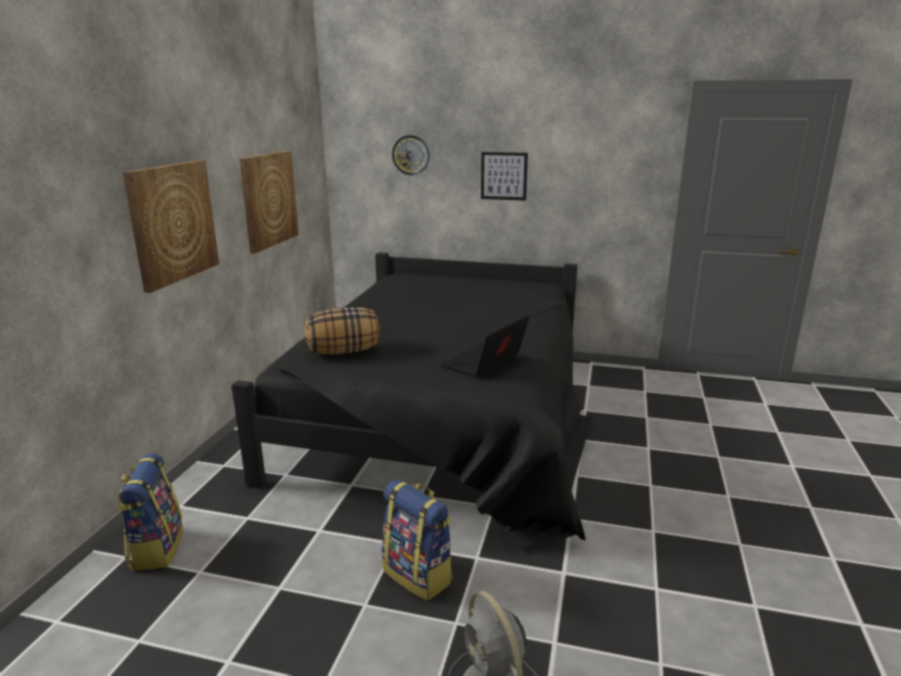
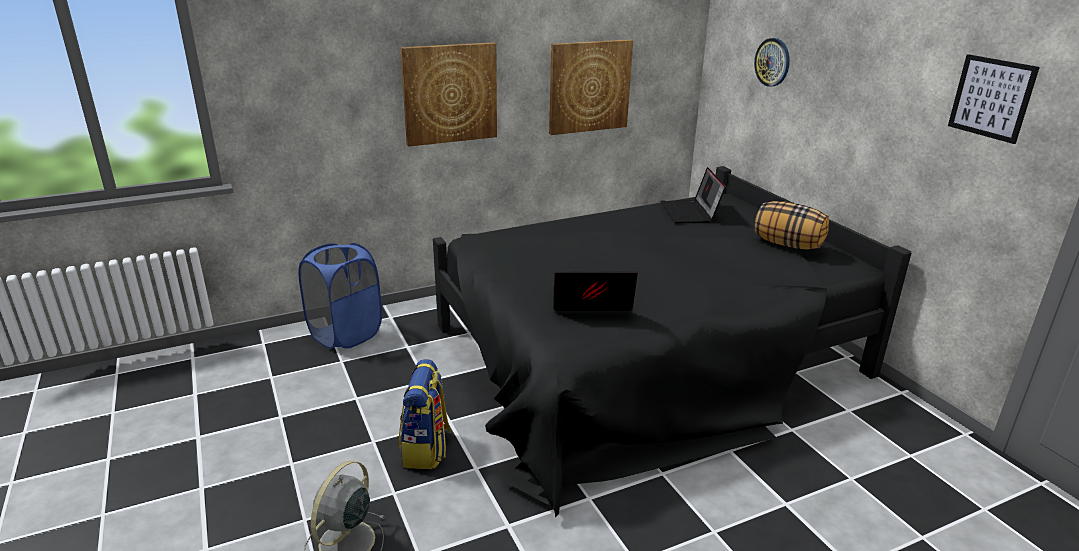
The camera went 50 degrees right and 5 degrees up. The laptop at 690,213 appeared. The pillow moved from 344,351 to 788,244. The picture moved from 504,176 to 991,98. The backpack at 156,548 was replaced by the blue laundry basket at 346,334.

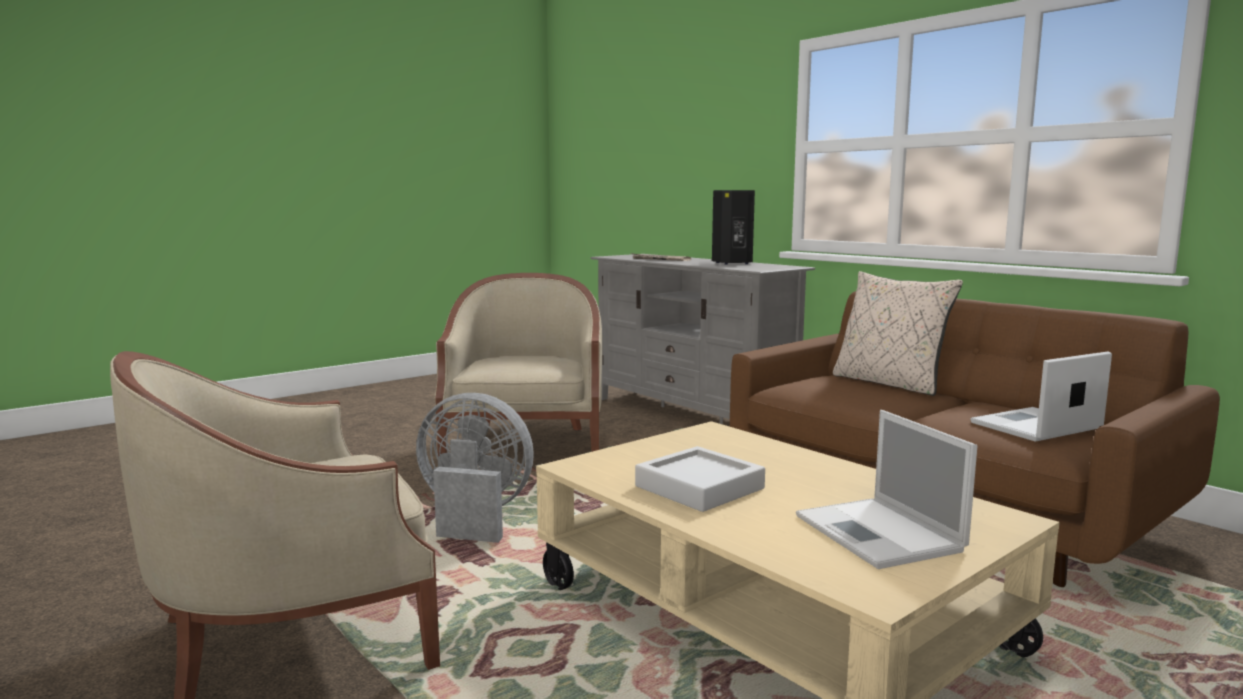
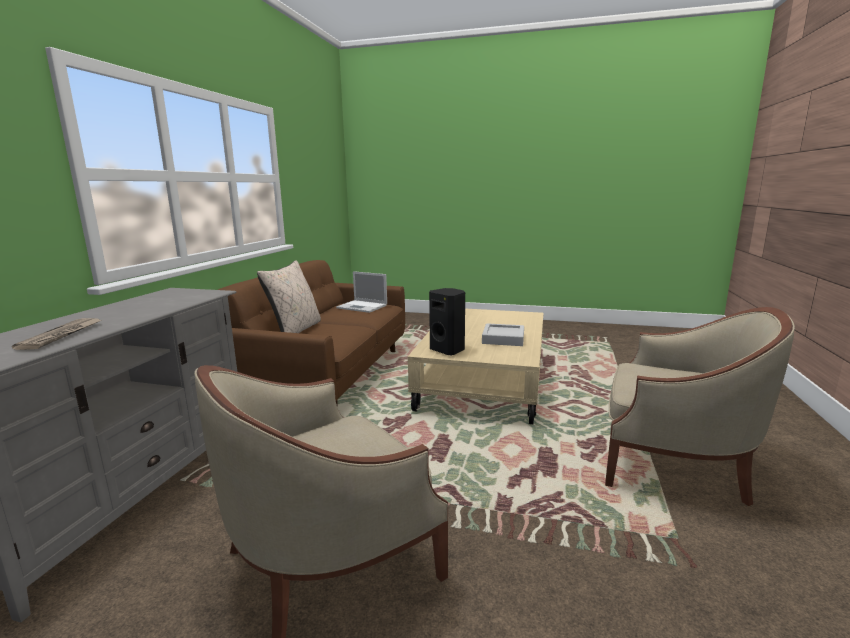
The camera went 125 degrees left and 5 degrees up. The grey fan at 474,516 disappeared. The laptop at 880,534 disappeared. The black speaker moved from 733,263 to 448,350.

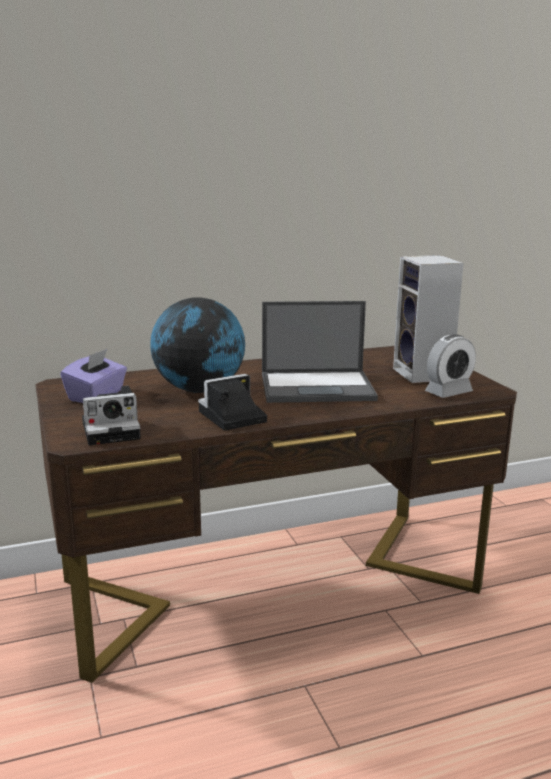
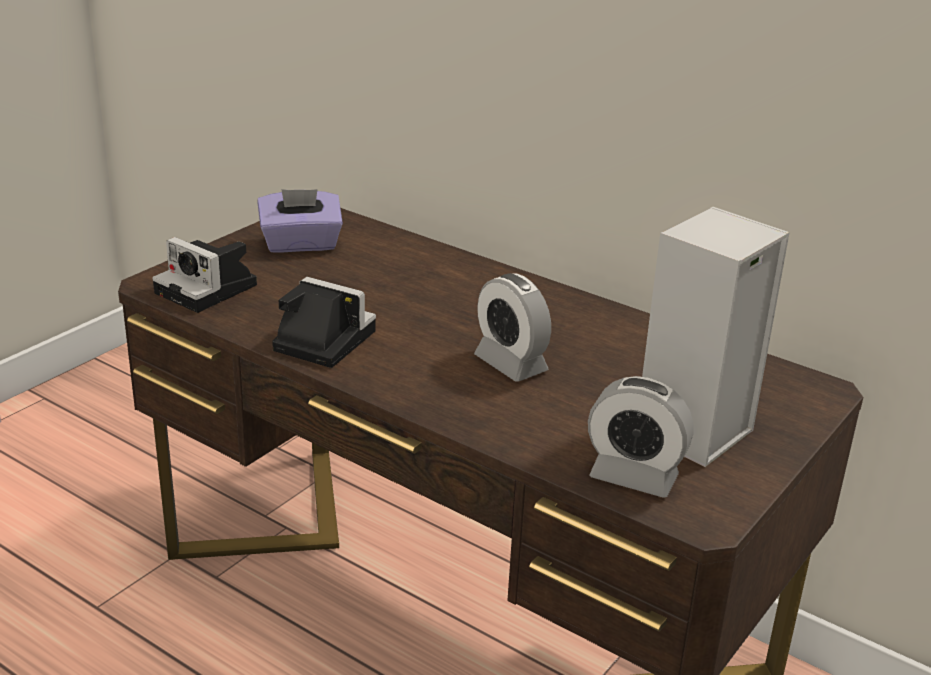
The camera went 55 degrees right and 10 degrees up. The globe at 199,390 disappeared. The laptop at 318,387 was replaced by the alarm clock at 510,364.

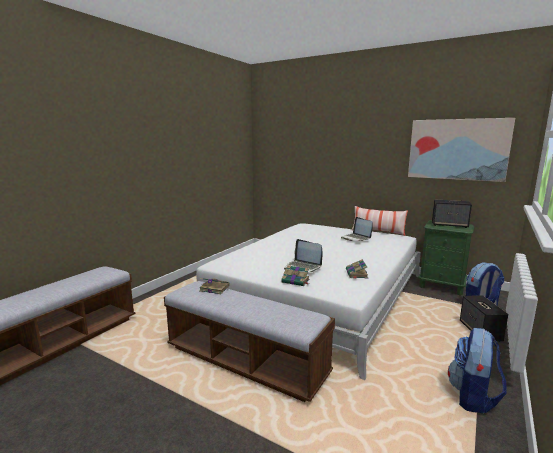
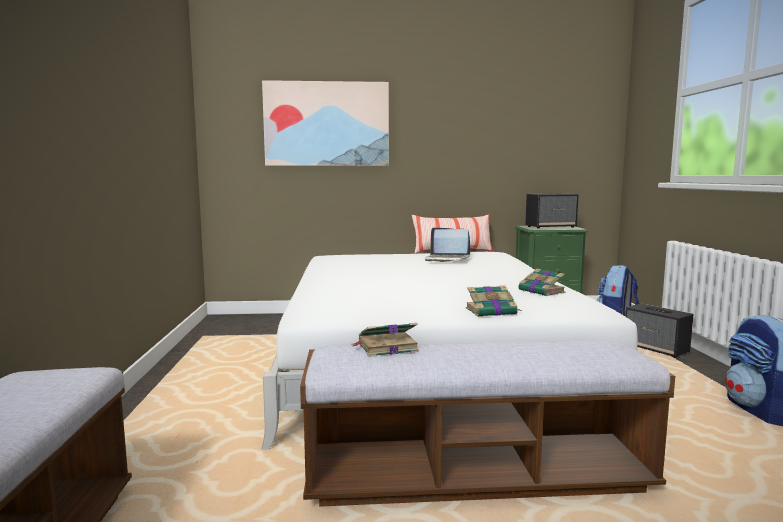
The camera went 35 degrees left and 5 degrees down. The laptop at 302,267 disappeared. The picture moved from 457,149 to 326,124.

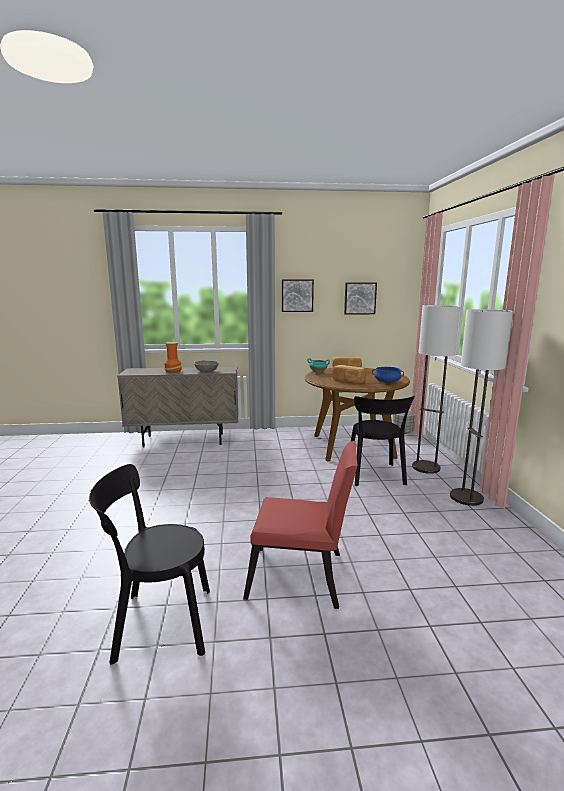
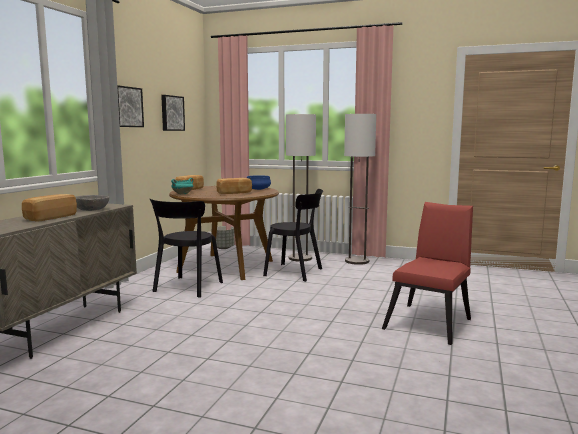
The camera went 65 degrees left and 5 degrees down. The black chair moved from 158,623 to 187,288. The vase at 173,371 was replaced by the bread at 50,217.

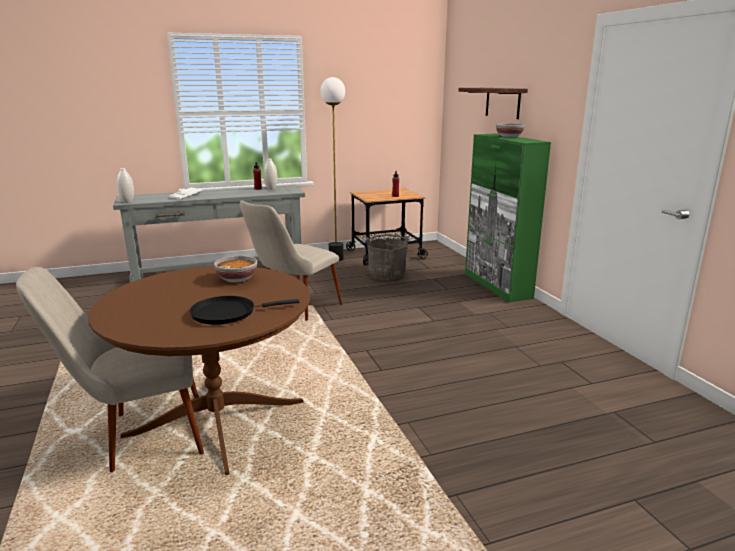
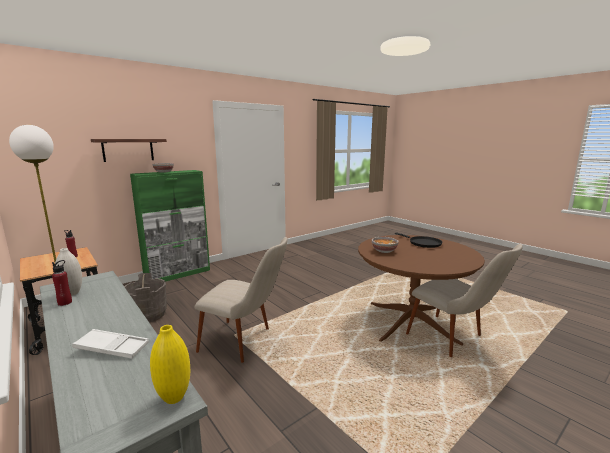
The camera went 110 degrees left and 5 degrees down. The white vase at 127,202 became the yellow vase at 174,397.

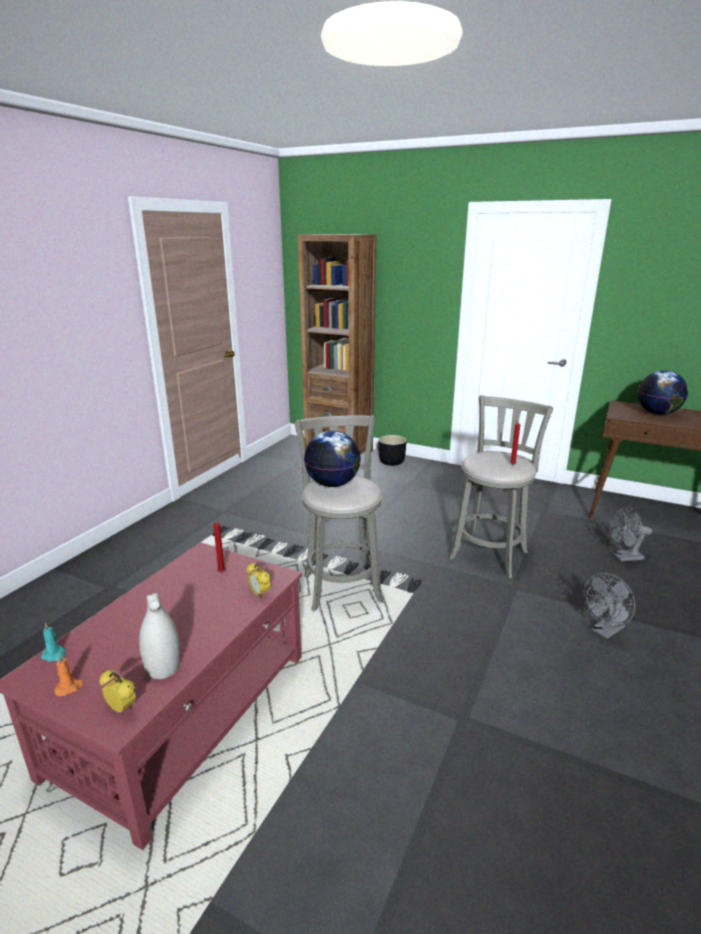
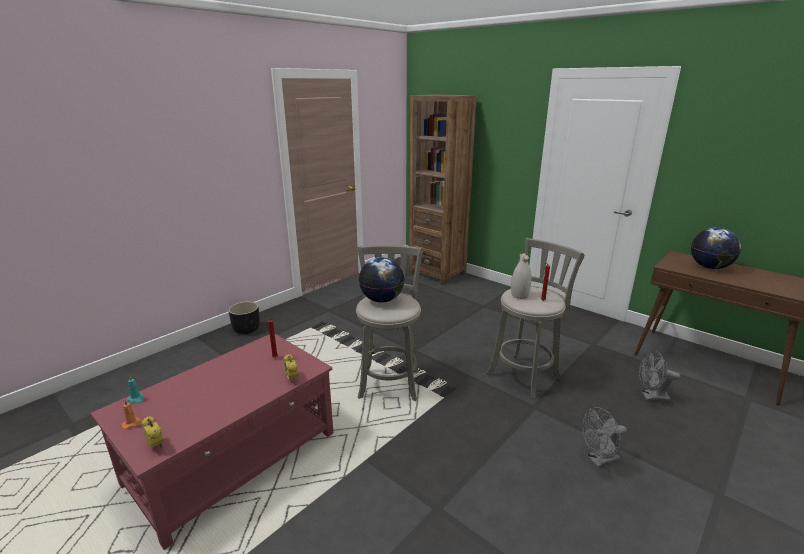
The camera went 15 degrees right and 0 degrees up. The white vase moved from 163,667 to 519,295. The black planter moved from 392,462 to 247,329.

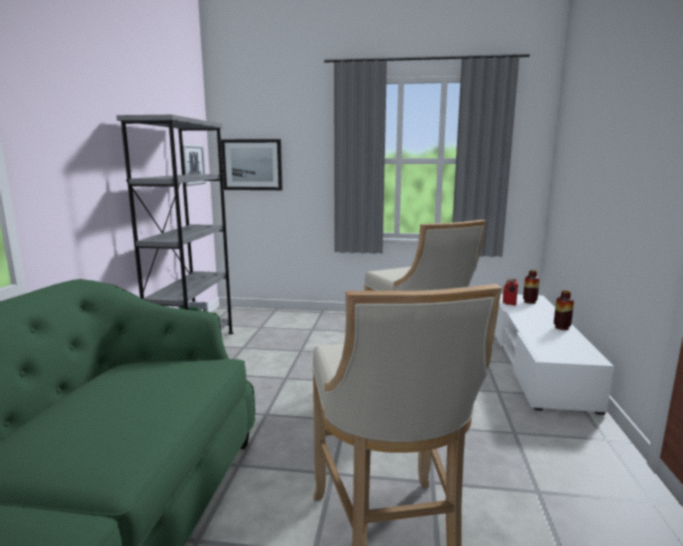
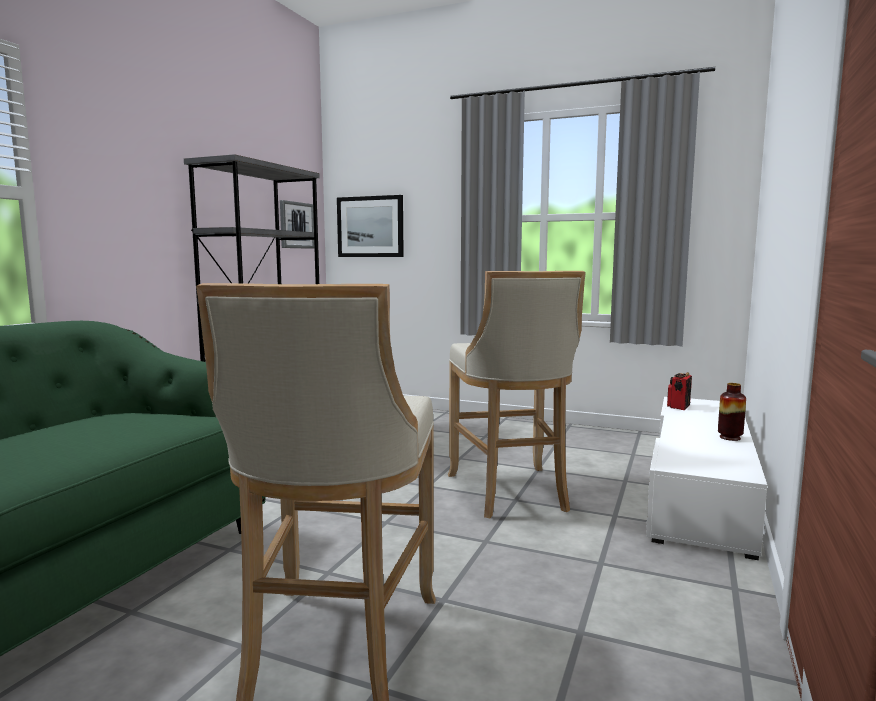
The camera went 15 degrees right and 5 degrees down. The vase at 529,302 disappeared.

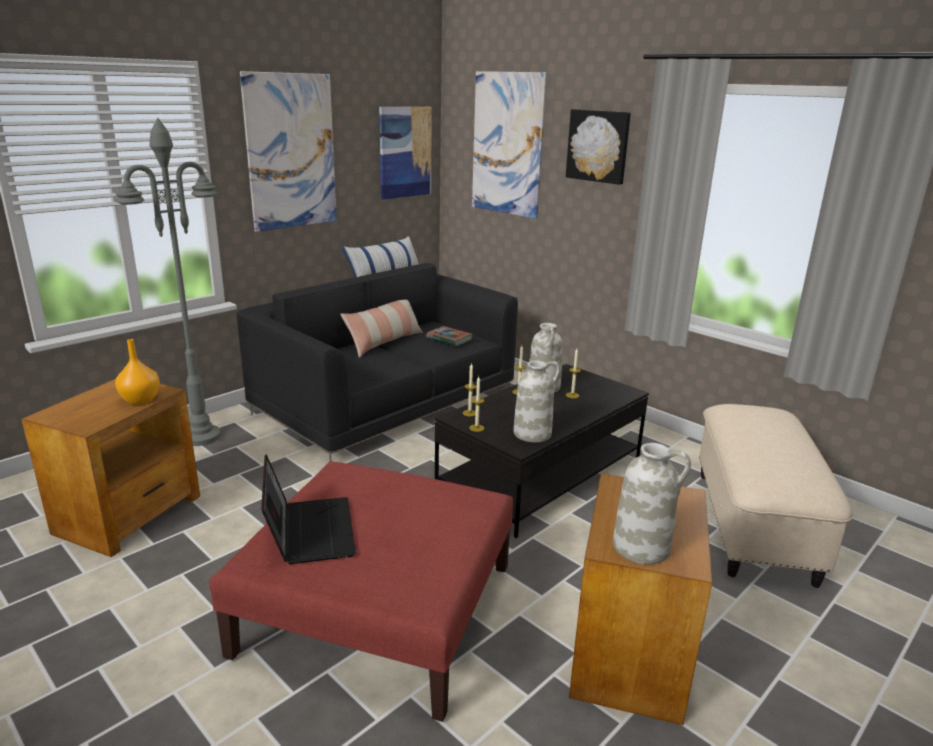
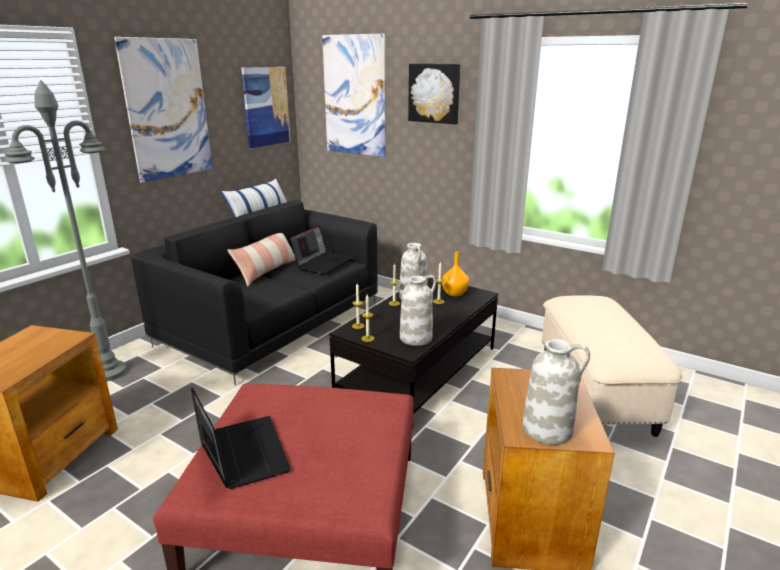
The camera went 10 degrees left and 0 degrees up. The orange vase moved from 139,400 to 454,293. The book at 449,339 was replaced by the laptop at 322,263.

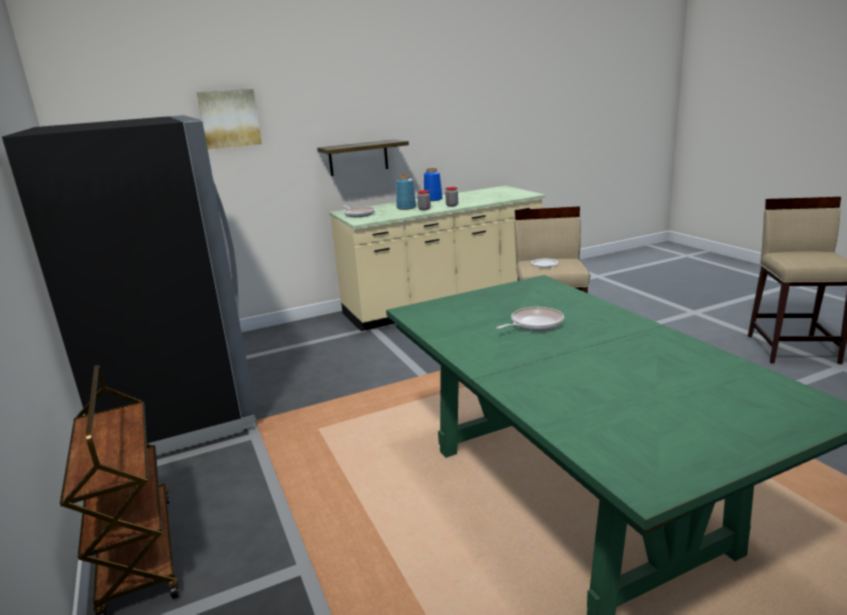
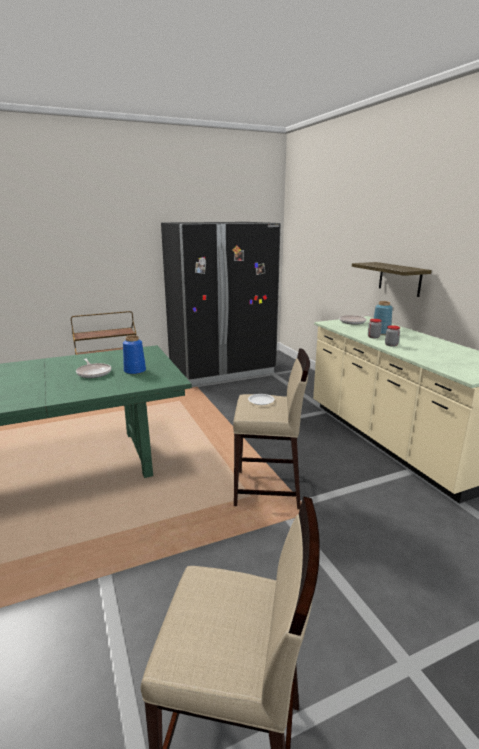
The camera went 90 degrees right and 0 degrees up. The picture at 229,118 disappeared. The blue vase moved from 433,199 to 135,371.

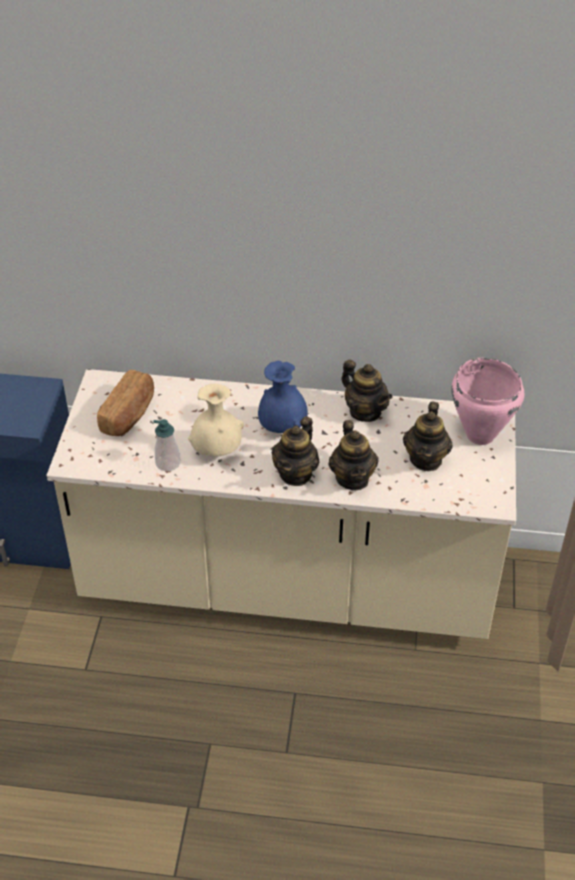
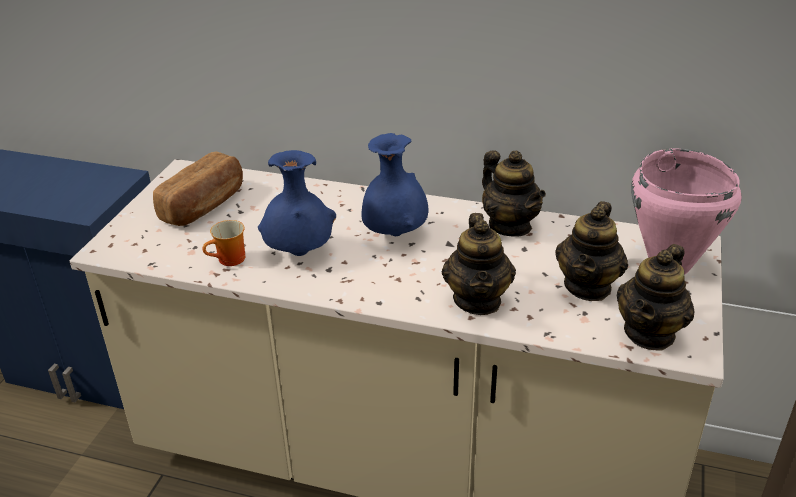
The camera went 10 degrees right and 10 degrees down. The teapot moved from 296,473 to 650,333. The soap dispenser at 168,463 was replaced by the mug at 230,260. The beige vase at 217,451 became the blue vase at 299,253.

